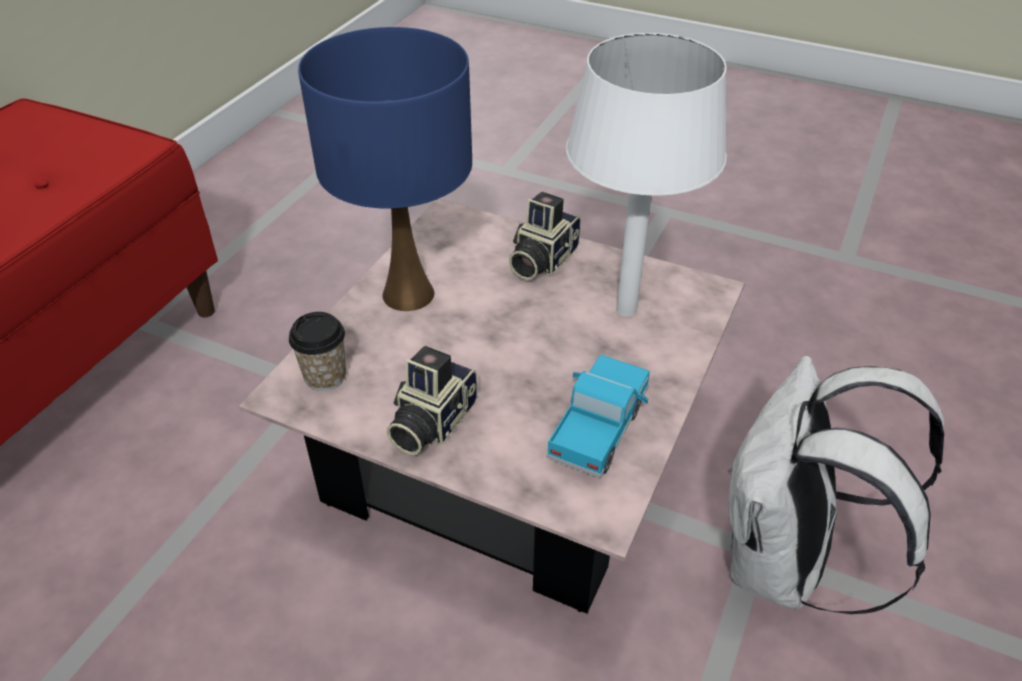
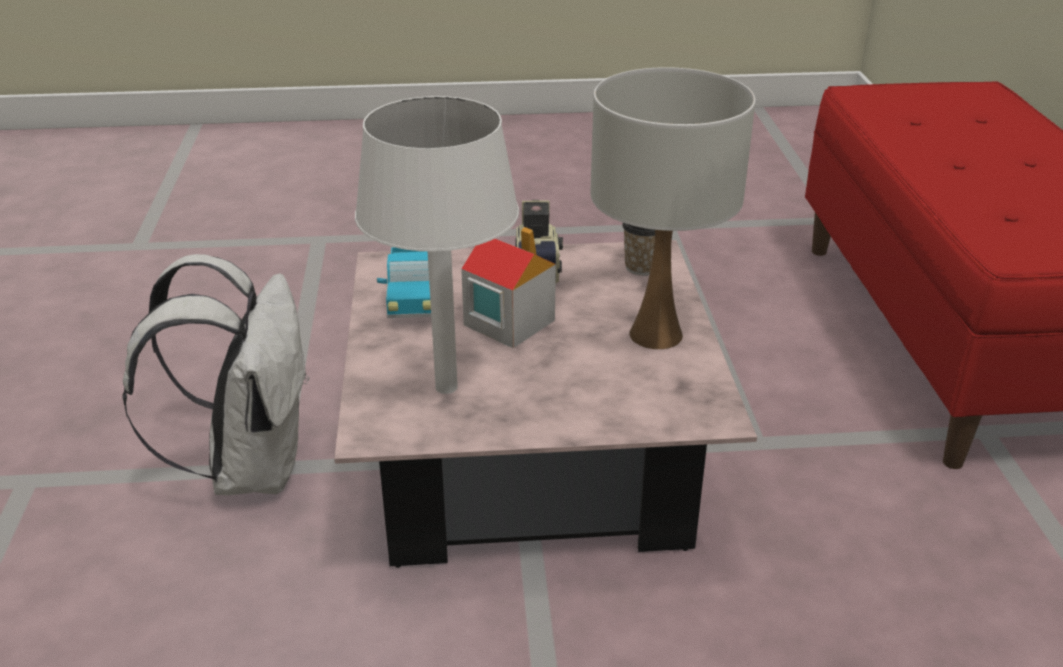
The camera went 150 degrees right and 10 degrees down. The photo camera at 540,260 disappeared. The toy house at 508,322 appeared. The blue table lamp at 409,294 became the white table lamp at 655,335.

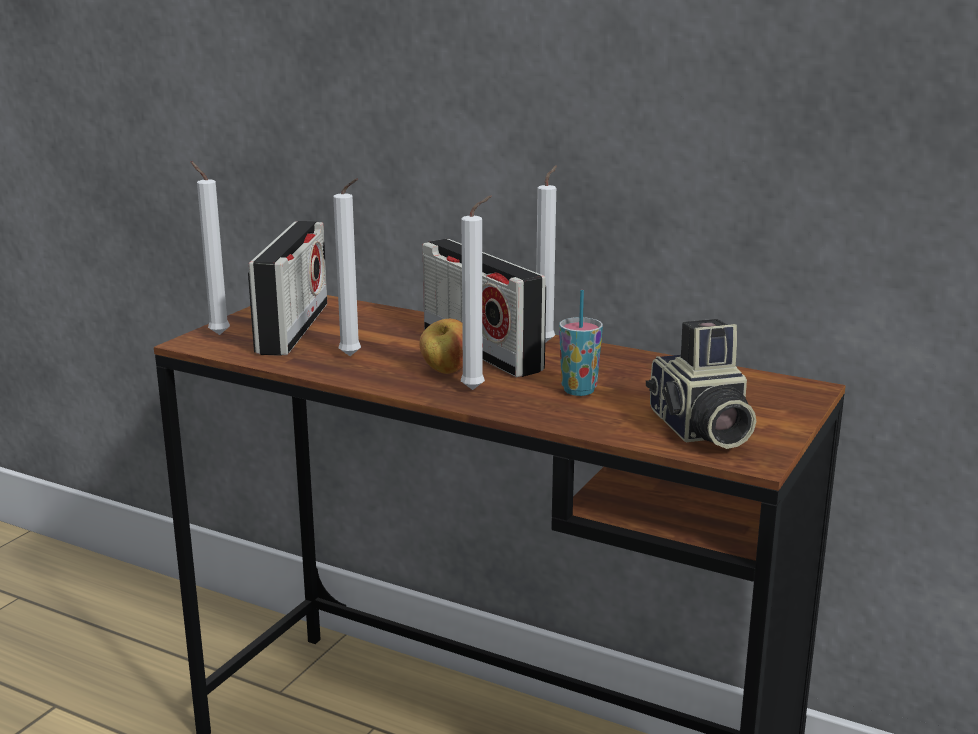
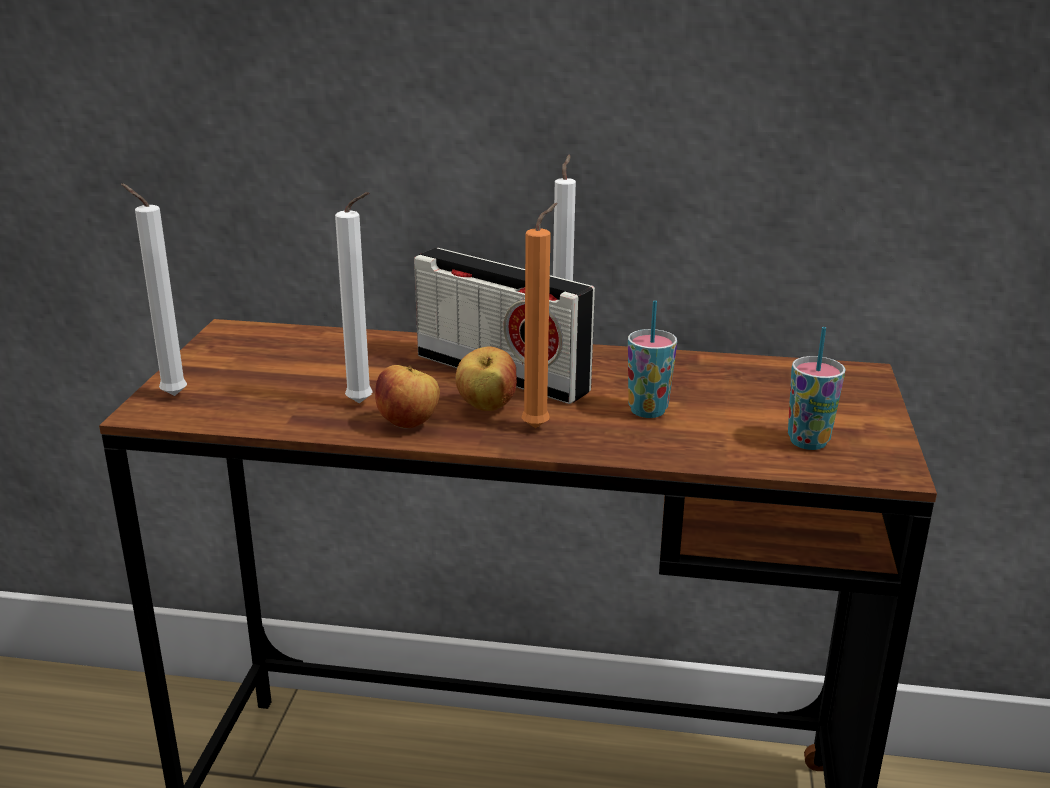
The camera went 20 degrees left and 5 degrees up. The radio at 293,328 disappeared. The apple at 409,425 appeared. The photo camera at 699,430 was replaced by the cup at 808,442. The white candle at 476,389 became the orange candle at 539,426.

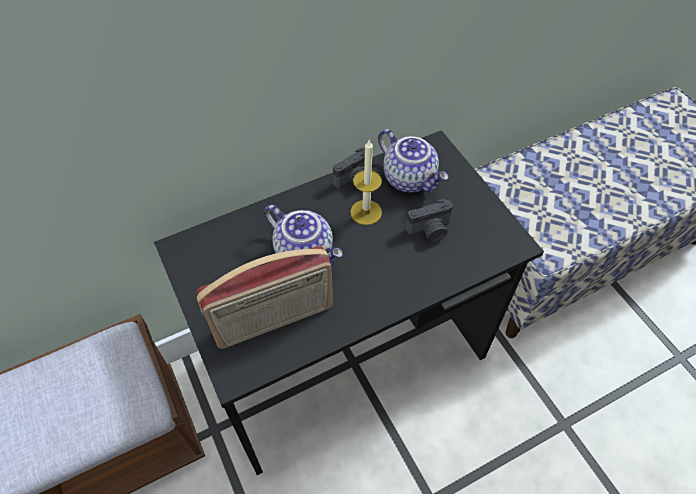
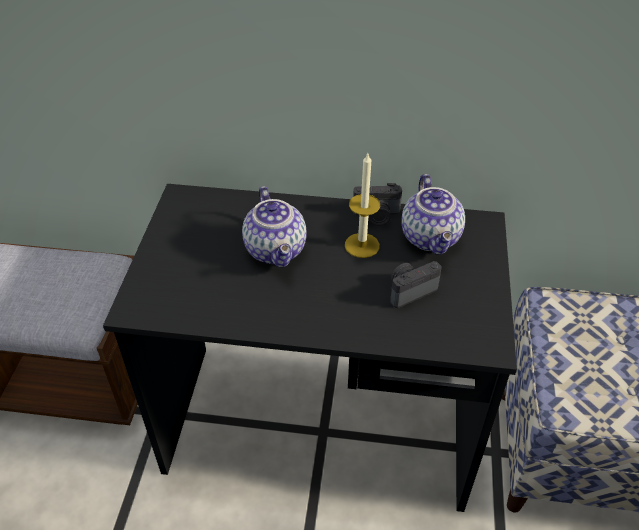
The camera went 35 degrees right and 10 degrees down. The radio at 274,320 disappeared. The photo camera at 430,231 turned 135 degrees clockwise.

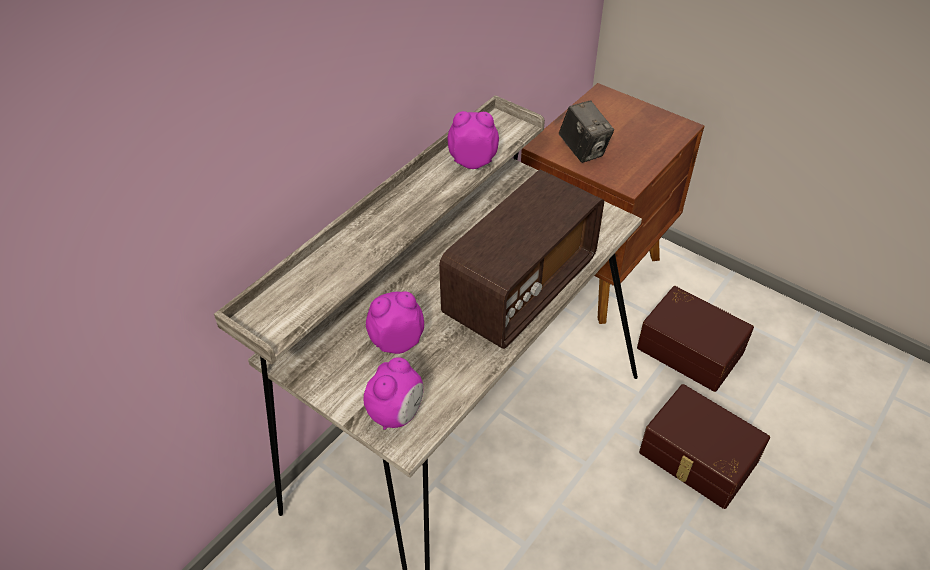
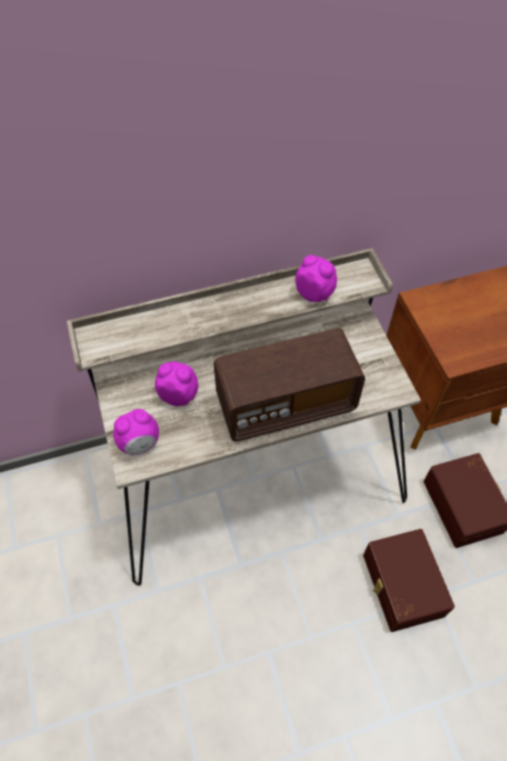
The camera went 35 degrees right and 10 degrees up. The photo camera at 583,150 disappeared.

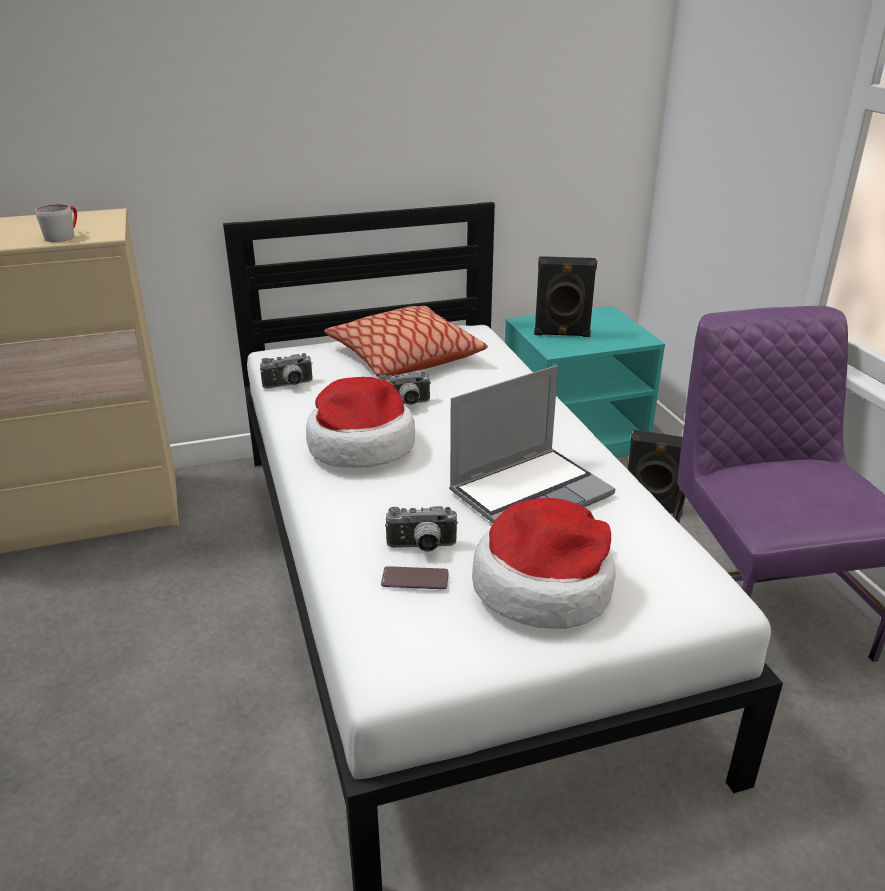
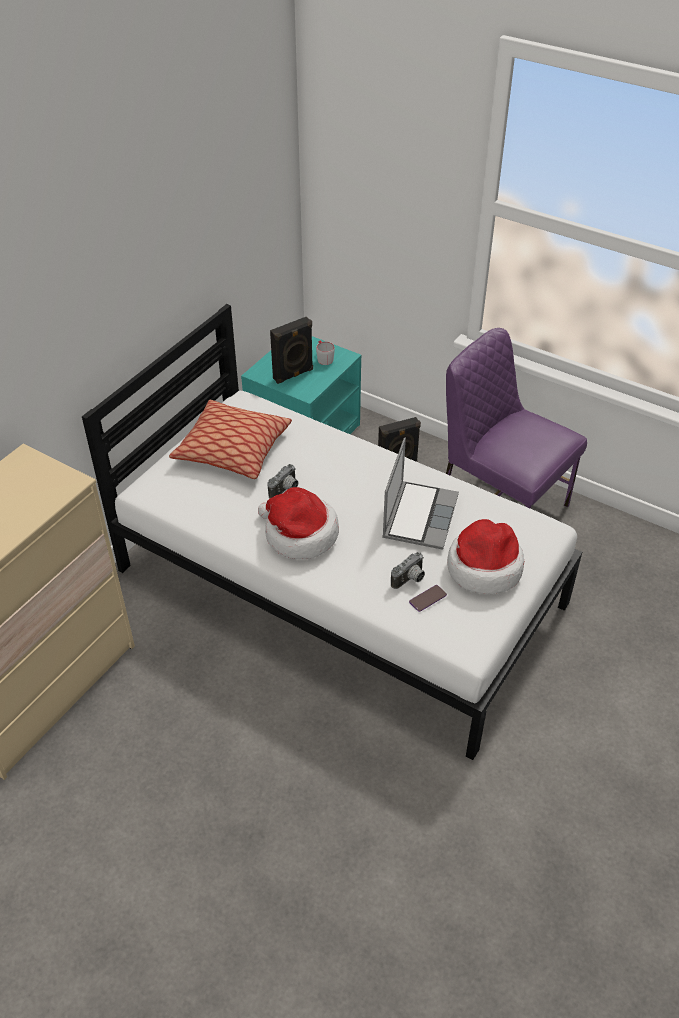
The camera went 40 degrees left and 15 degrees up. The photo camera at 289,386 disappeared. The grey mug moved from 64,236 to 323,358.

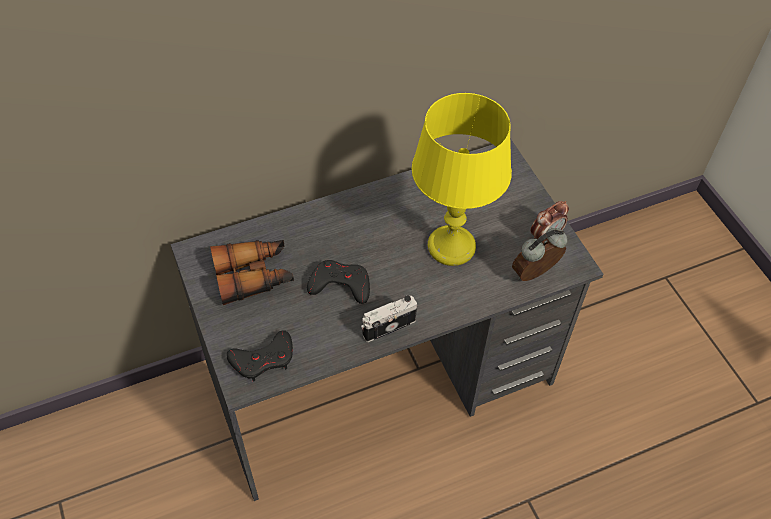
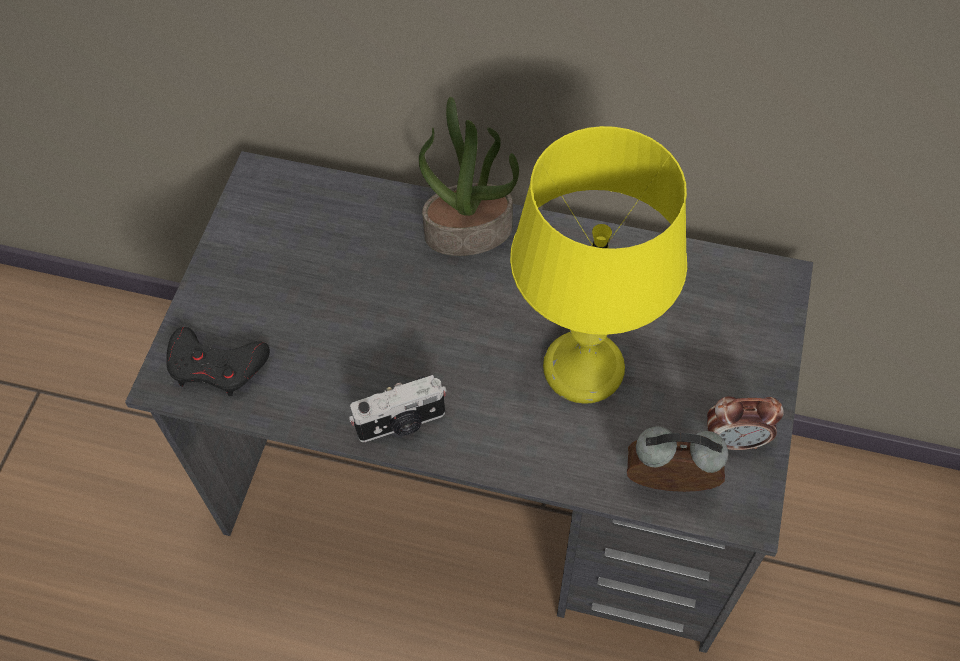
The camera went 40 degrees right and 5 degrees up. The binoculars at 254,276 disappeared. The black game controller at 340,285 disappeared. The potted plant at 469,231 appeared. The photo camera at 388,326 turned 150 degrees clockwise.

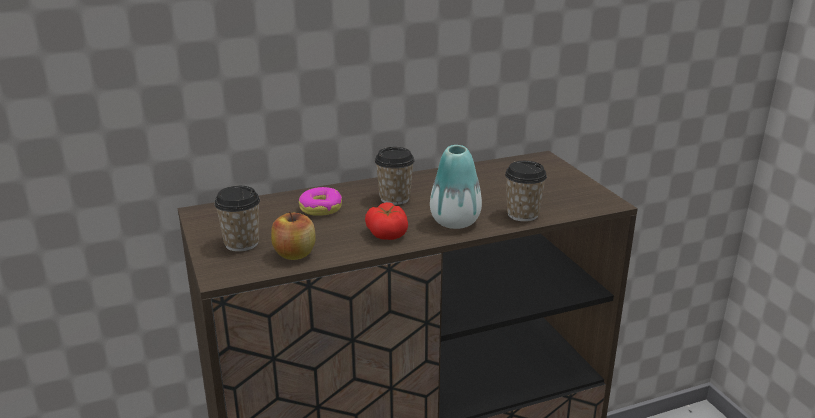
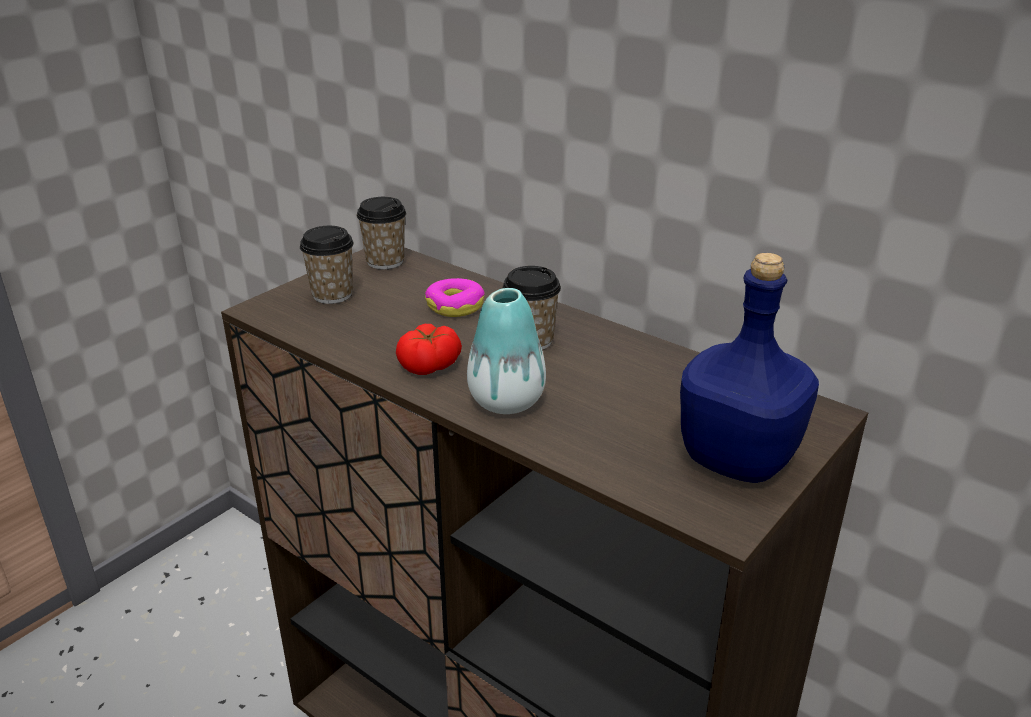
The camera went 60 degrees right and 5 degrees up. The apple at 294,254 disappeared. The blue bottle at 740,459 appeared. The cup moved from 522,214 to 385,261.

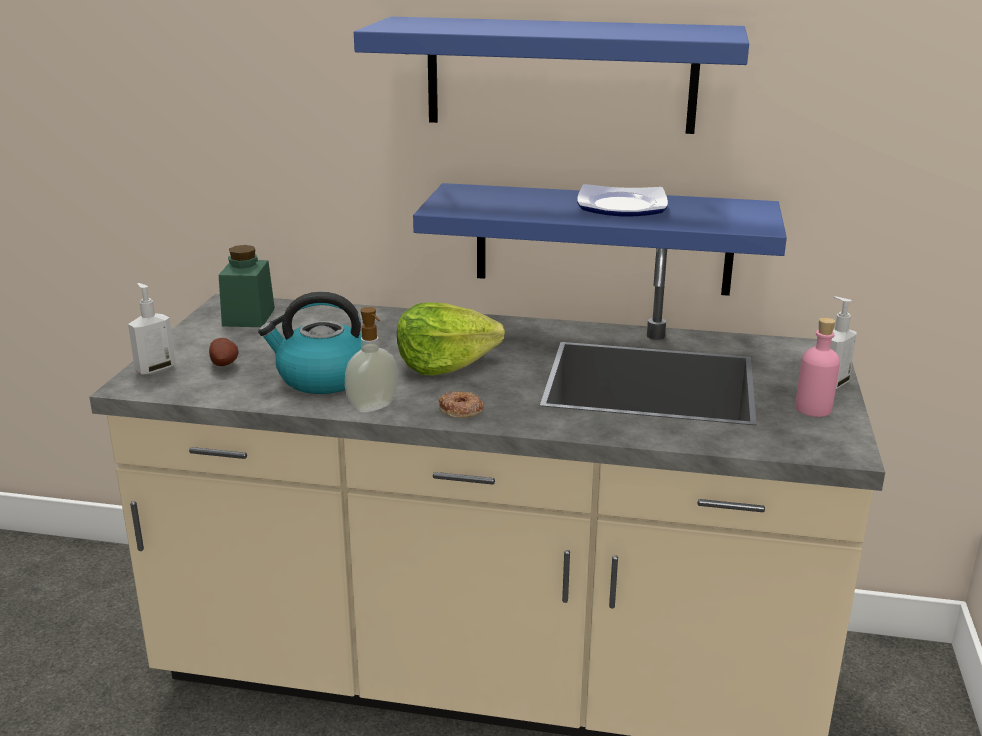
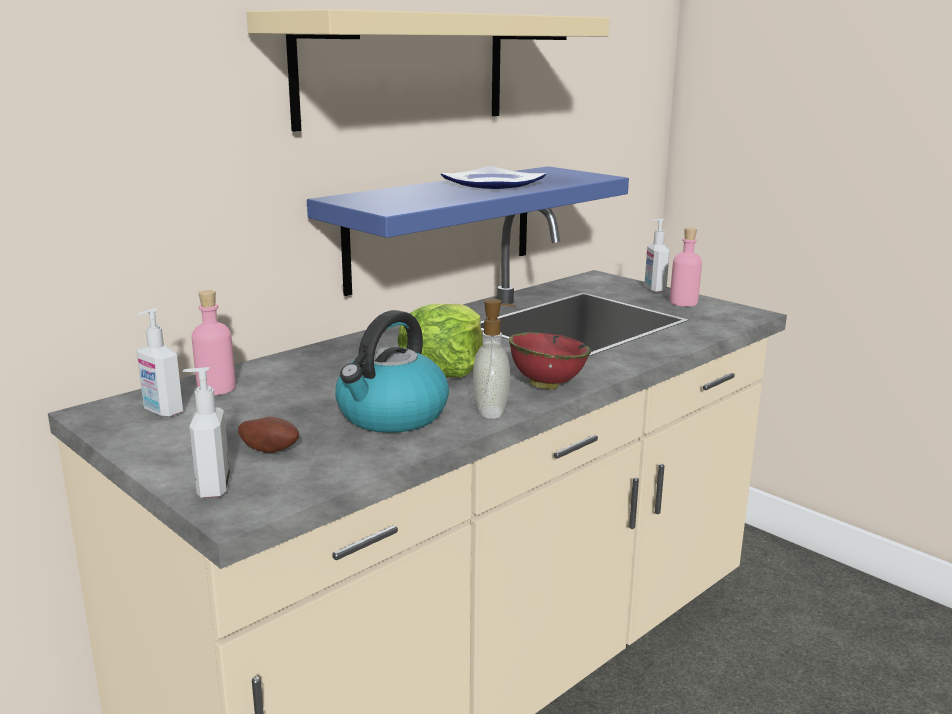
The camera went 55 degrees left and 5 degrees down. The pink bottle at 216,388 appeared. The green jar at 248,317 was replaced by the soap dispenser at 162,412. The donut at 460,410 was replaced by the red bowl at 546,384. The blue shelf at 560,75 became the beige shelf at 403,69.

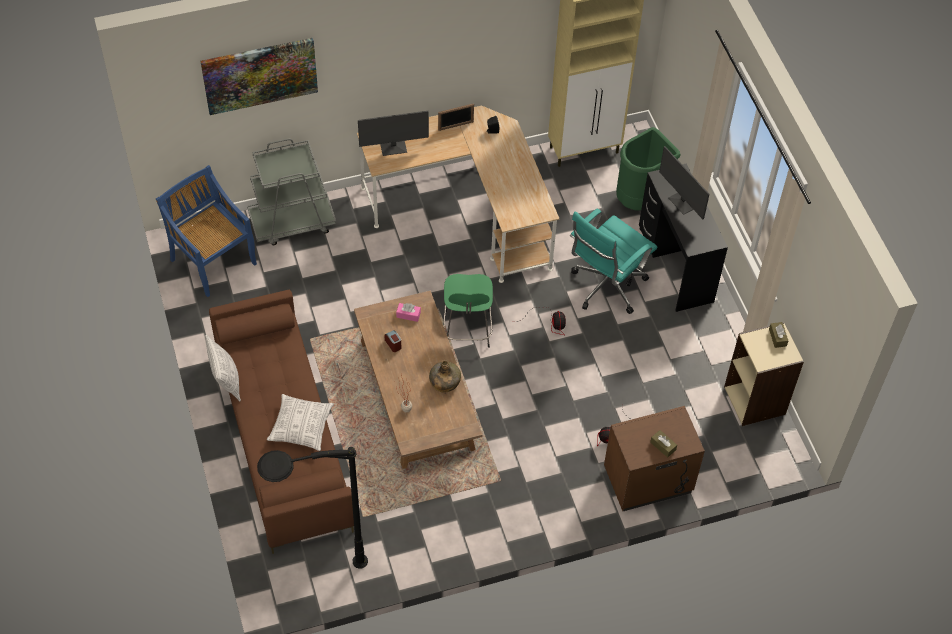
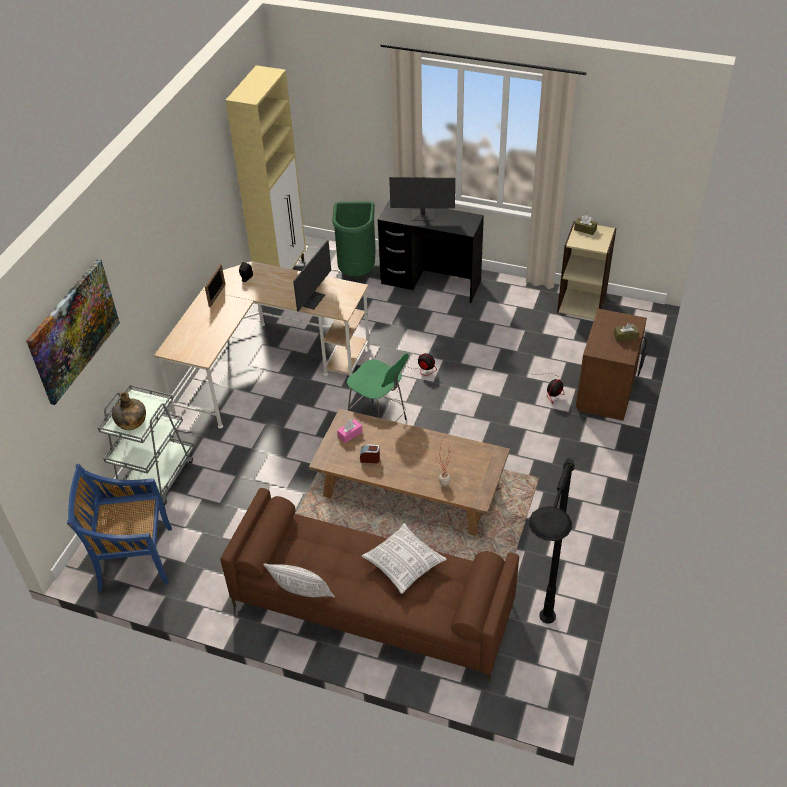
The camera went 50 degrees left and 10 degrees down. The turquoise office chair at 605,288 disappeared. The monitor moved from 393,147 to 311,300. The green bottle moved from 444,382 to 131,421.

